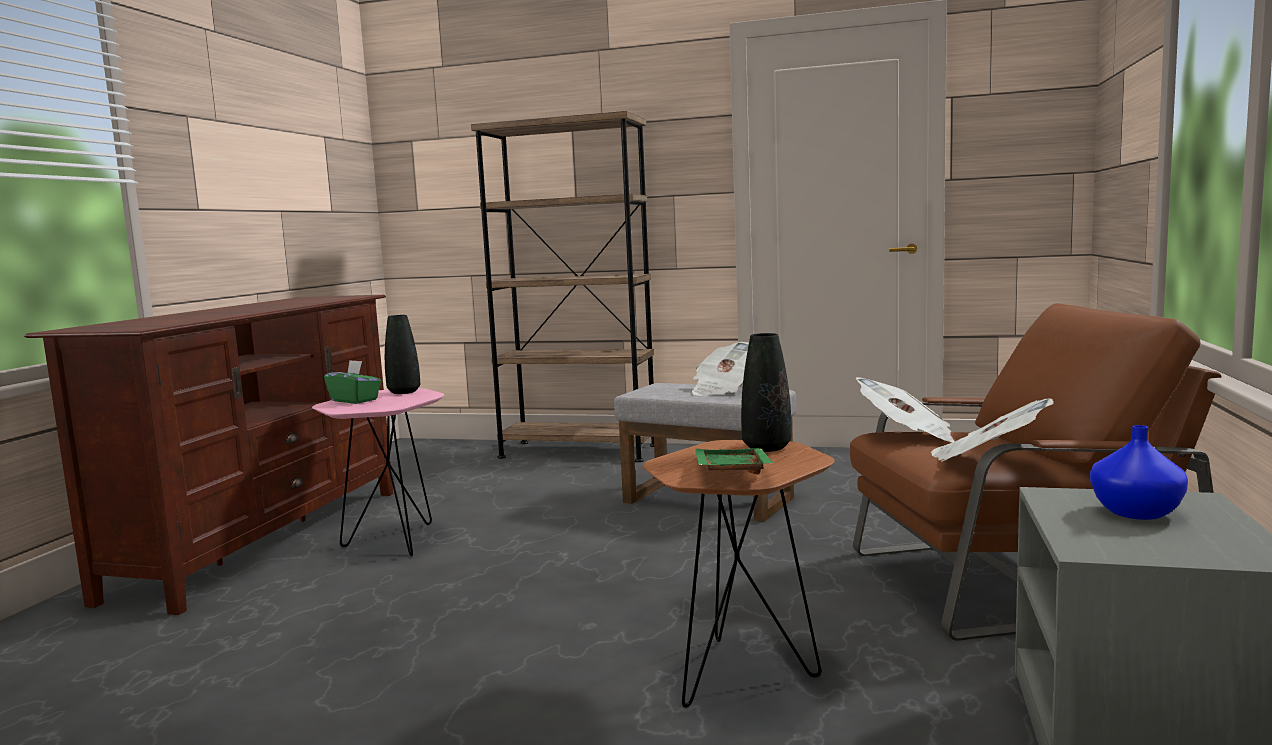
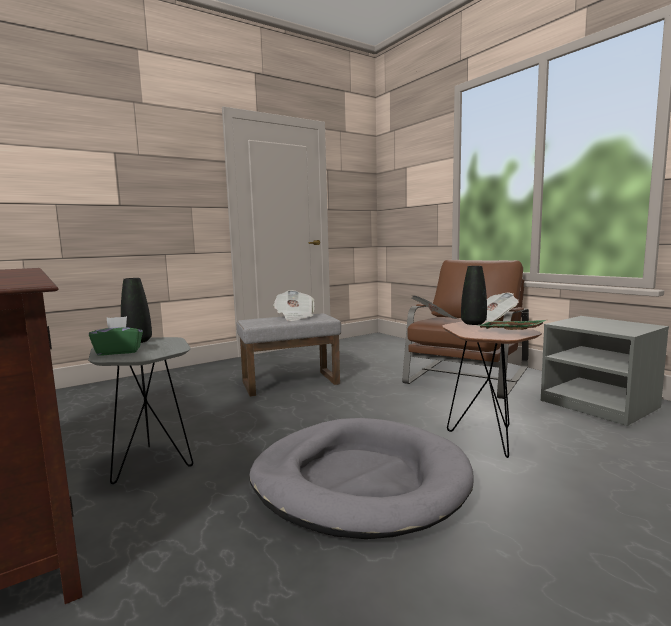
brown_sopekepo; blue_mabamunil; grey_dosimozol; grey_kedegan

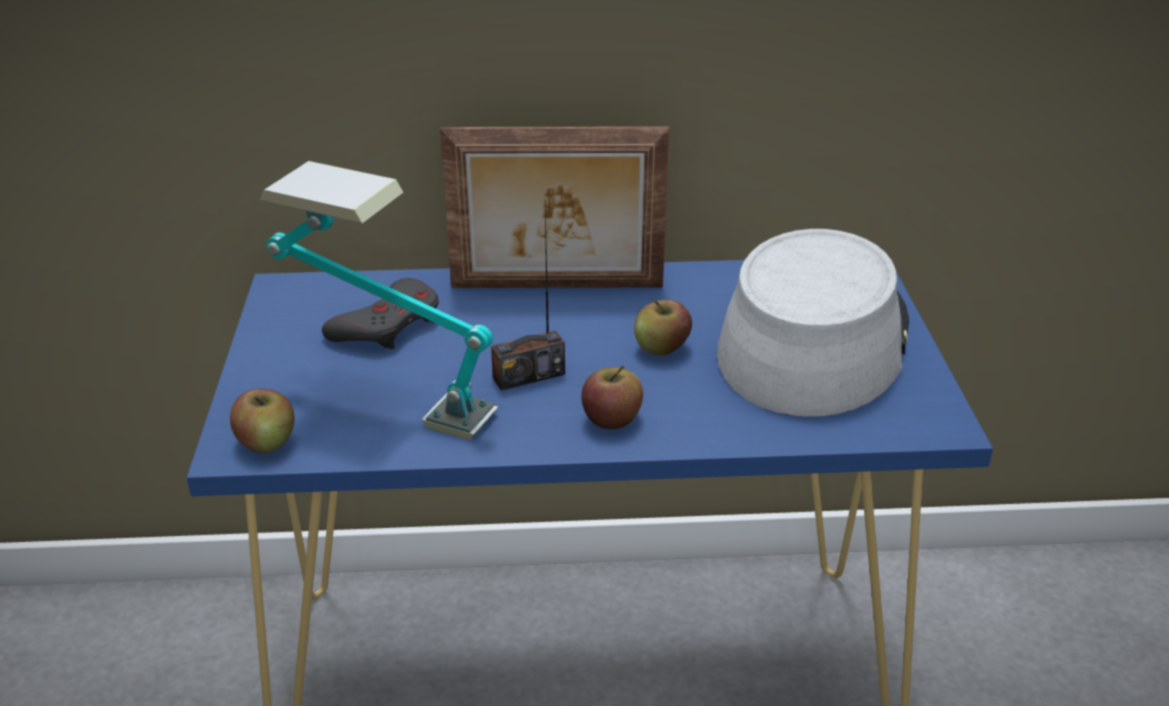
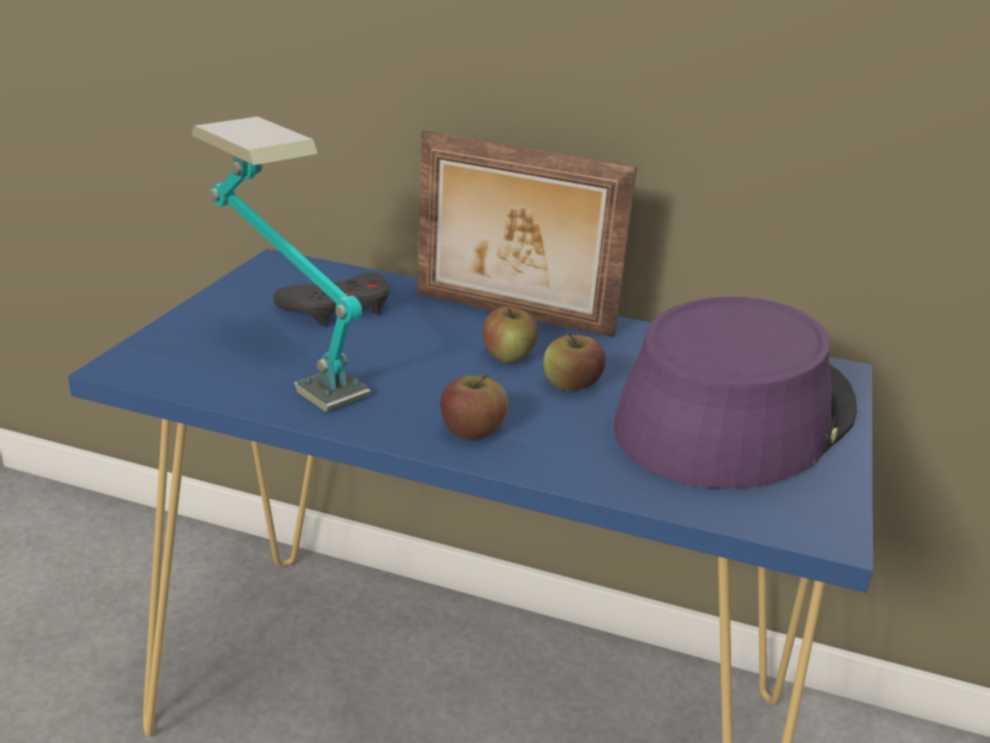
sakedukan; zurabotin (no. 2 from left); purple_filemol

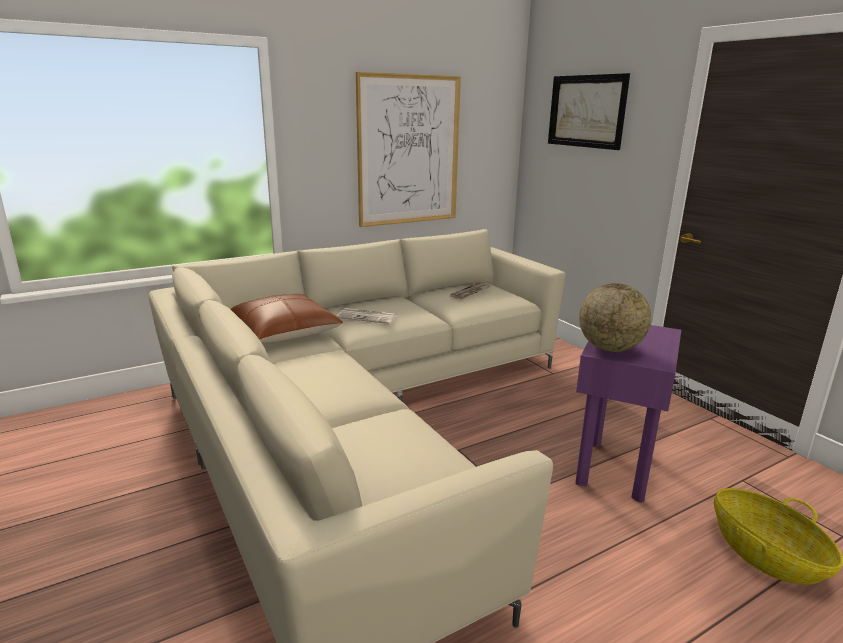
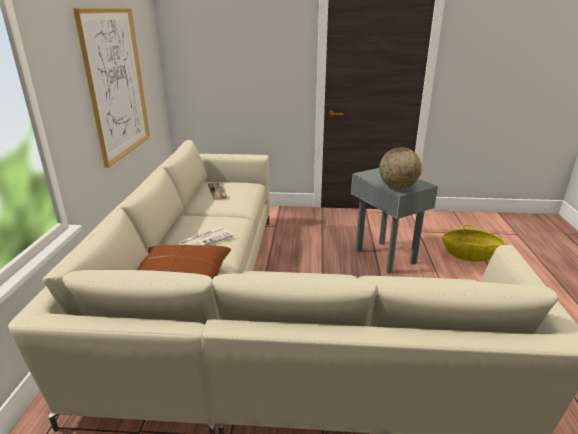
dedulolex (no. 2 from left in the first image); grey_kedegan

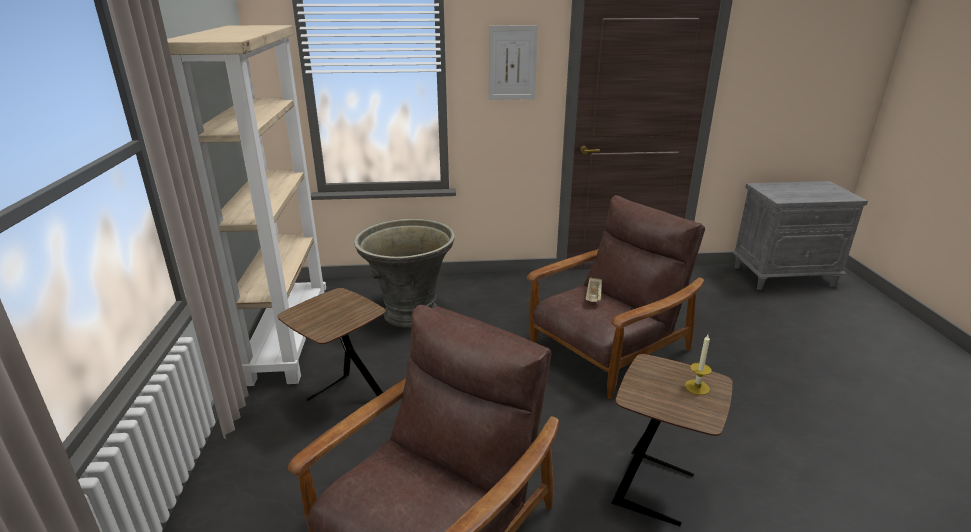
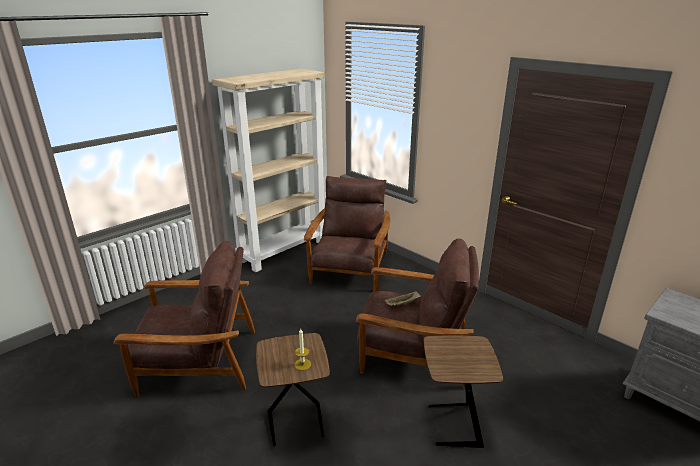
dedulolex; brown_kedegan (no. 2 from left); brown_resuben (no. 2 from left)

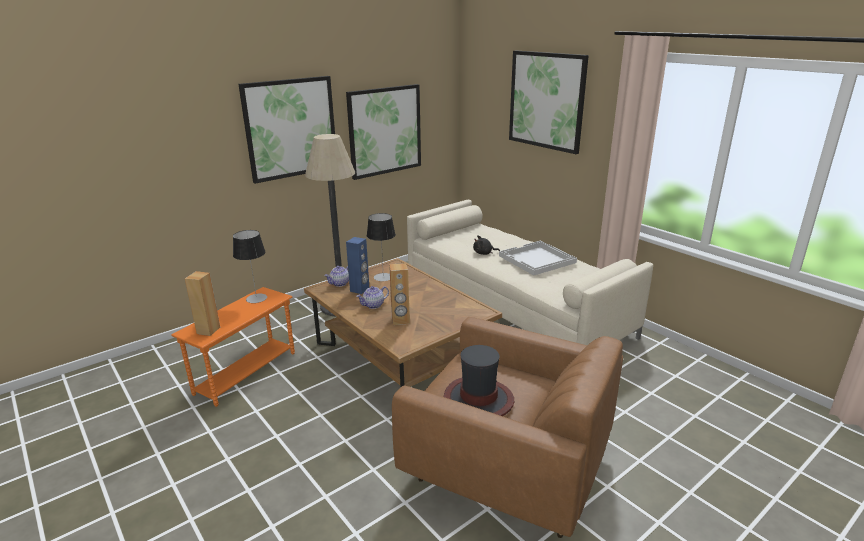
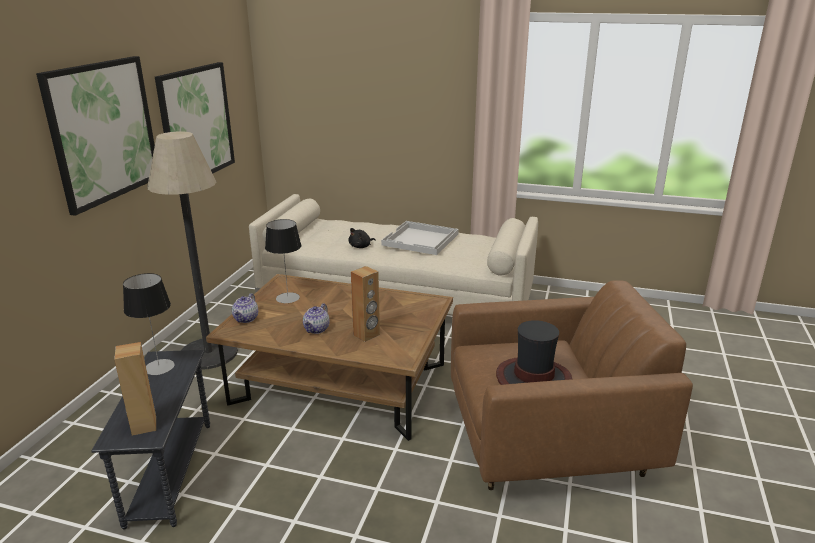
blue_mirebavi; dedulolex (no. 3 from left in the first image); grey_kedegan

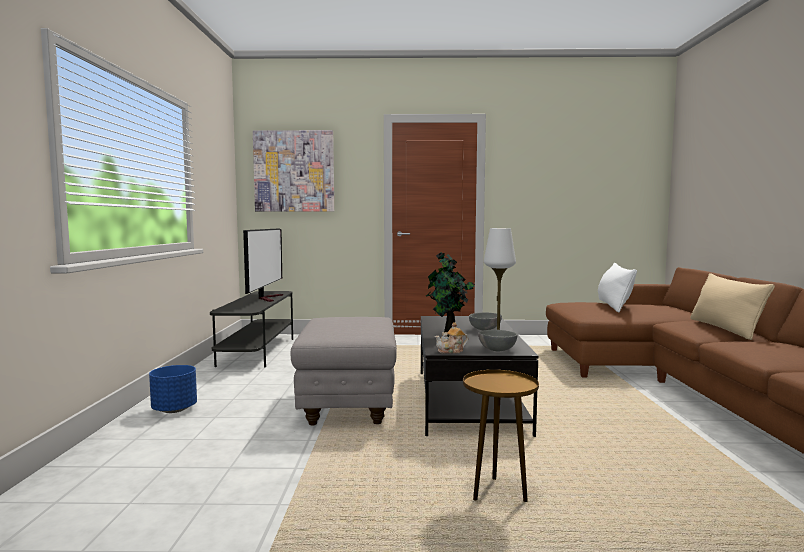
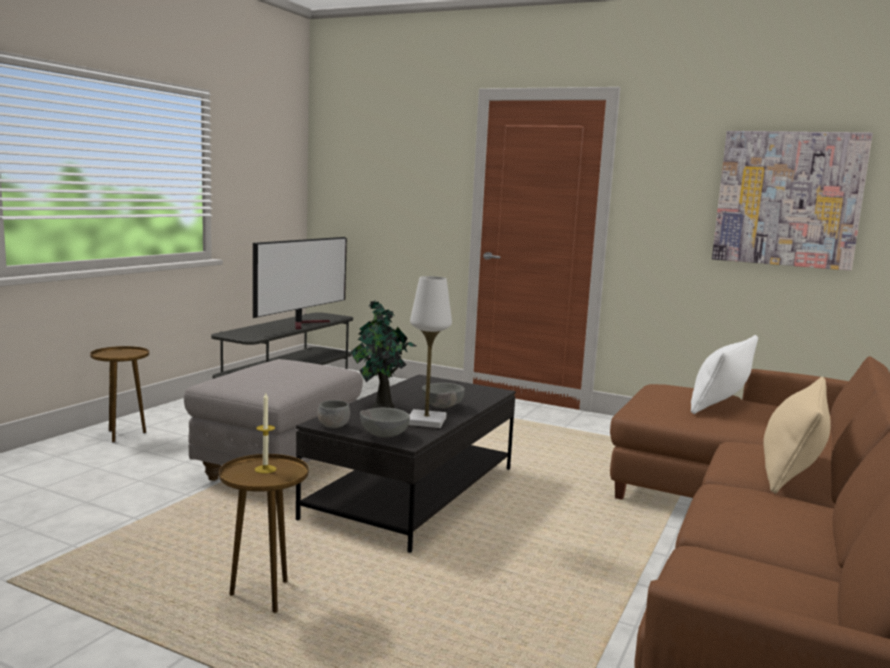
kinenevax; dedulolex; brown_kedegan (no. 1 from left); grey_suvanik (no. 1 from left)

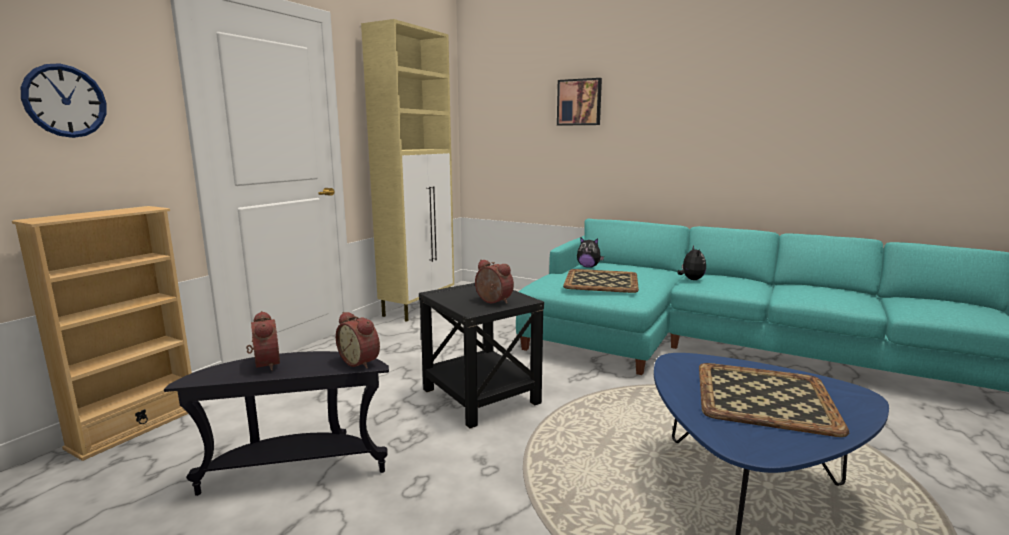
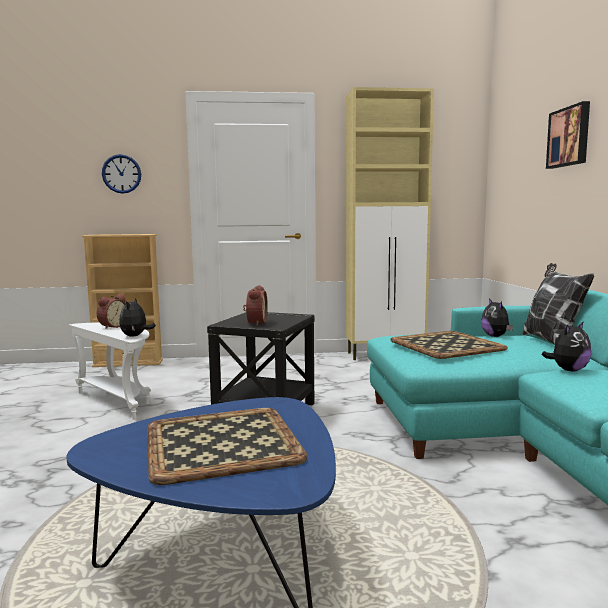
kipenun; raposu (no. 1 from left); white_kedegan

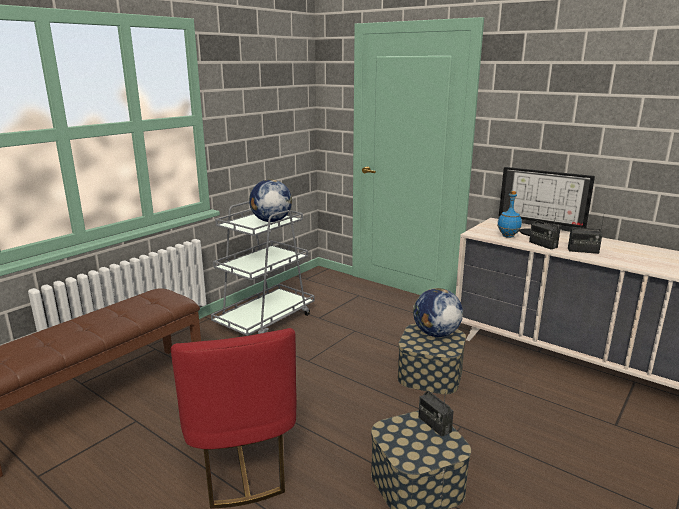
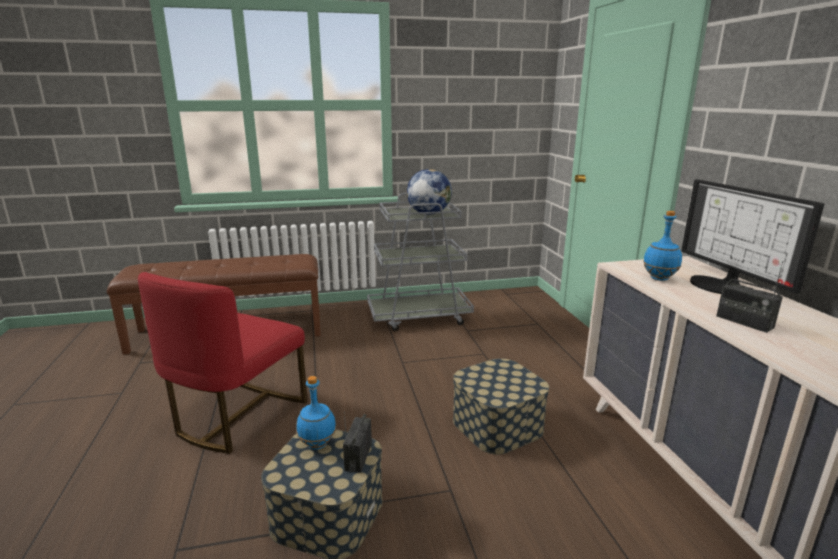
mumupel (no. 2 from left in the first image); sakedukan (no. 2 from left in the first image); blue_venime (no. 1 from left)

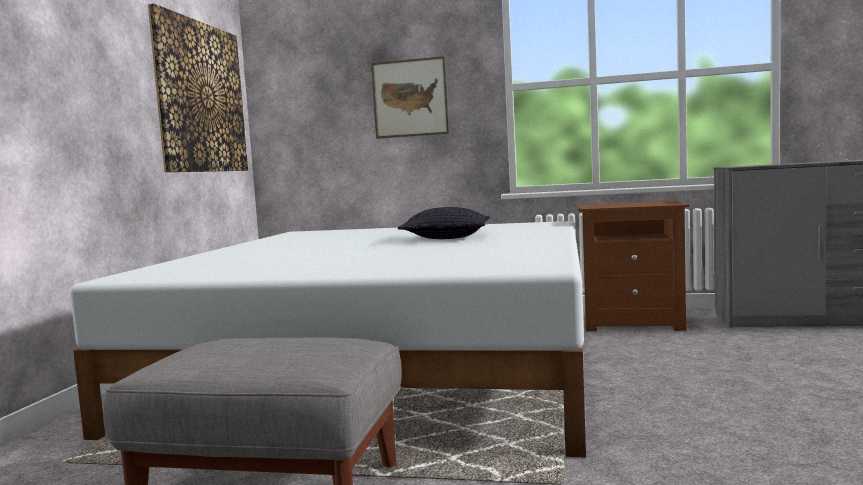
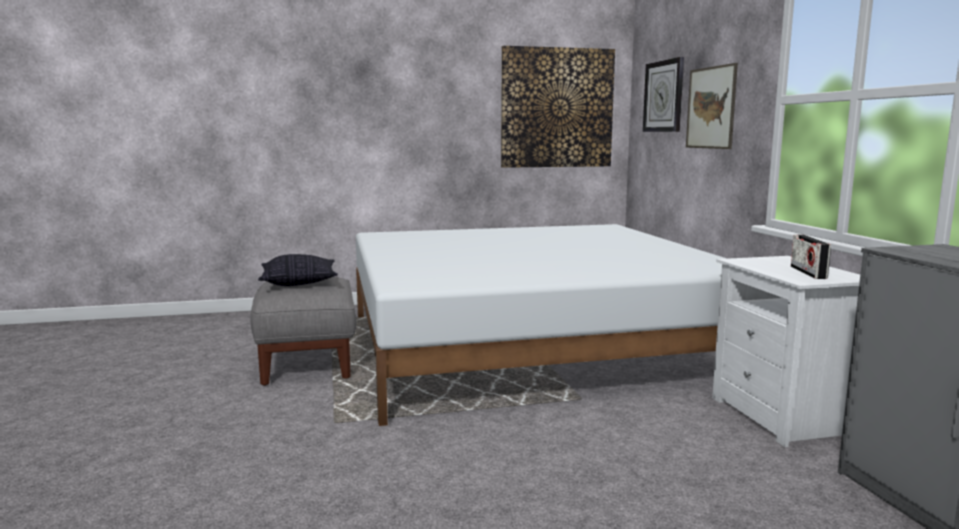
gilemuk; sakedukan; kipenun; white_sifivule

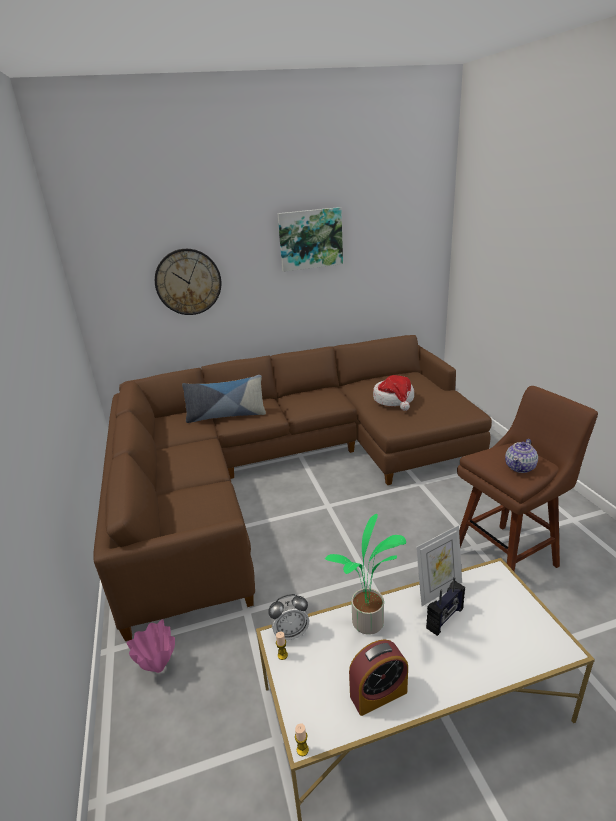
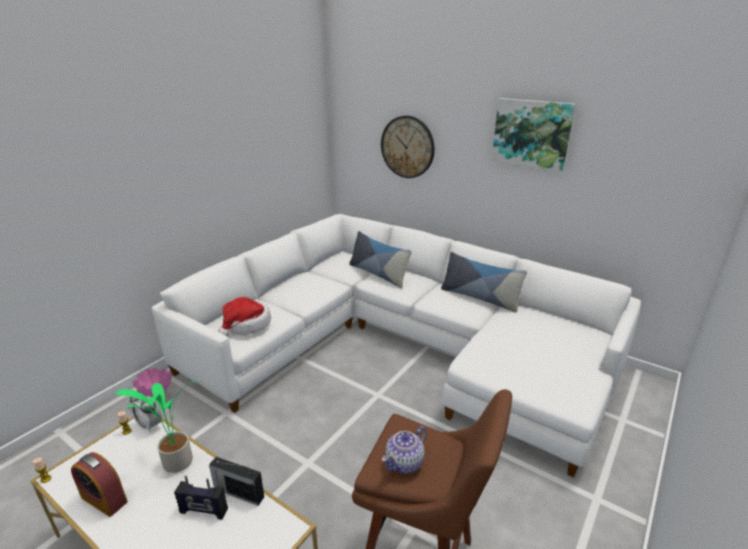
kipenun (no. 2 from left); filemol; sakedukan (no. 2 from left); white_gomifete; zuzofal

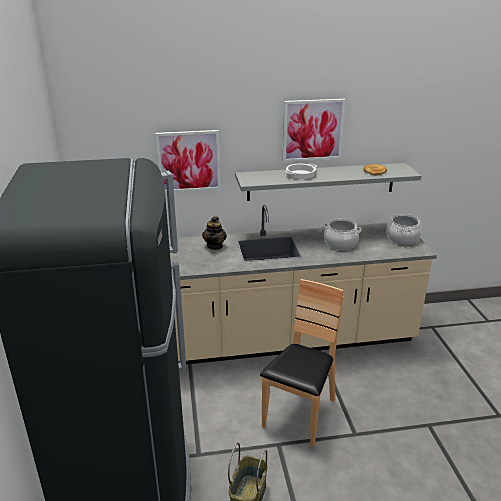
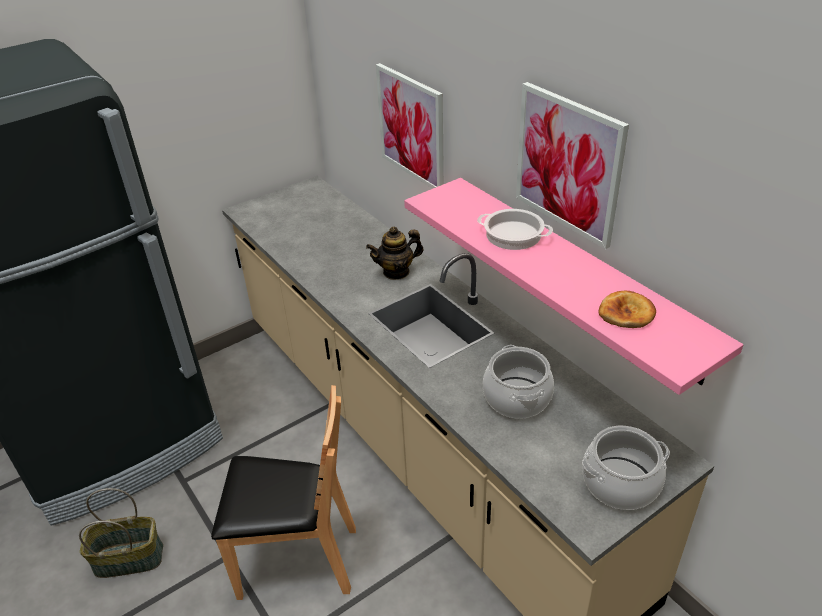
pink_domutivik

